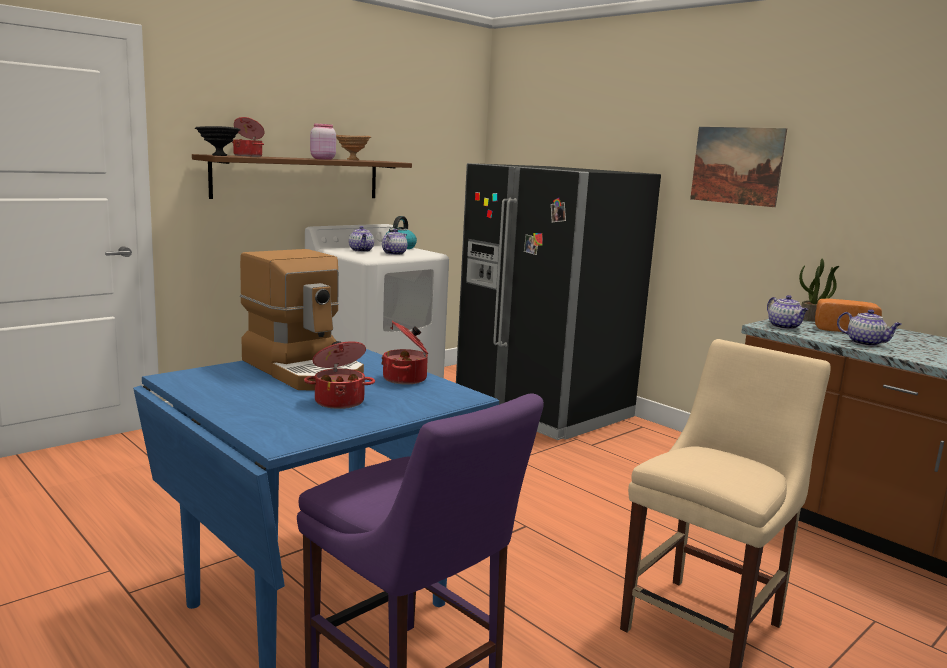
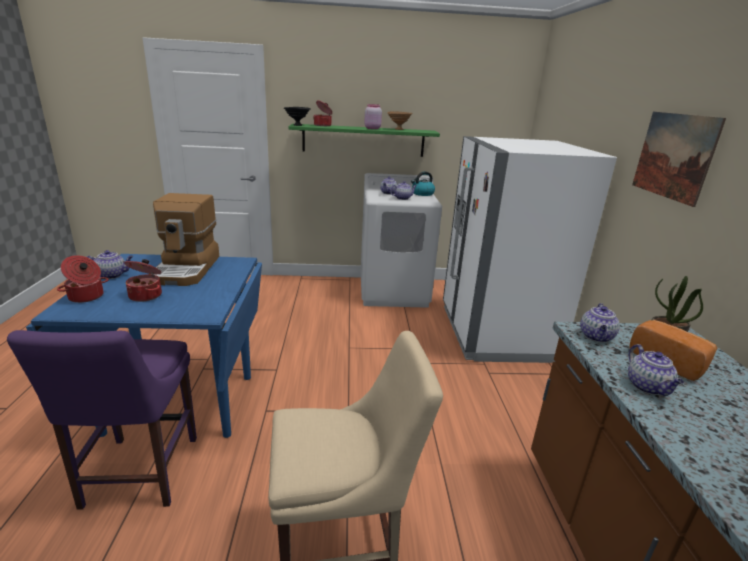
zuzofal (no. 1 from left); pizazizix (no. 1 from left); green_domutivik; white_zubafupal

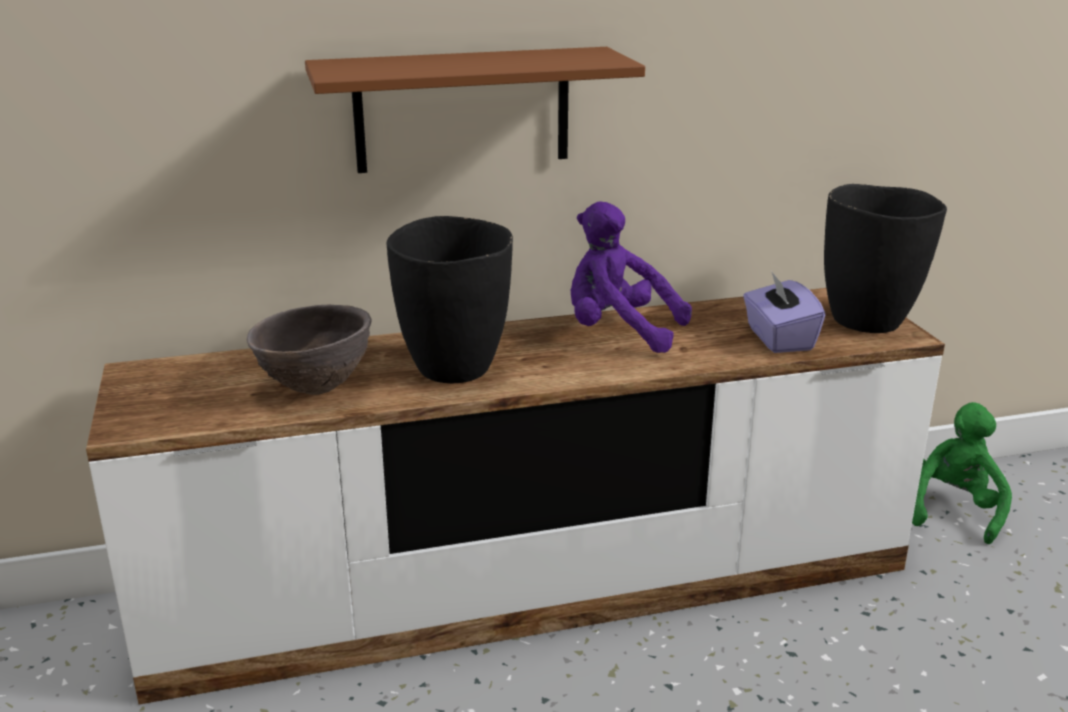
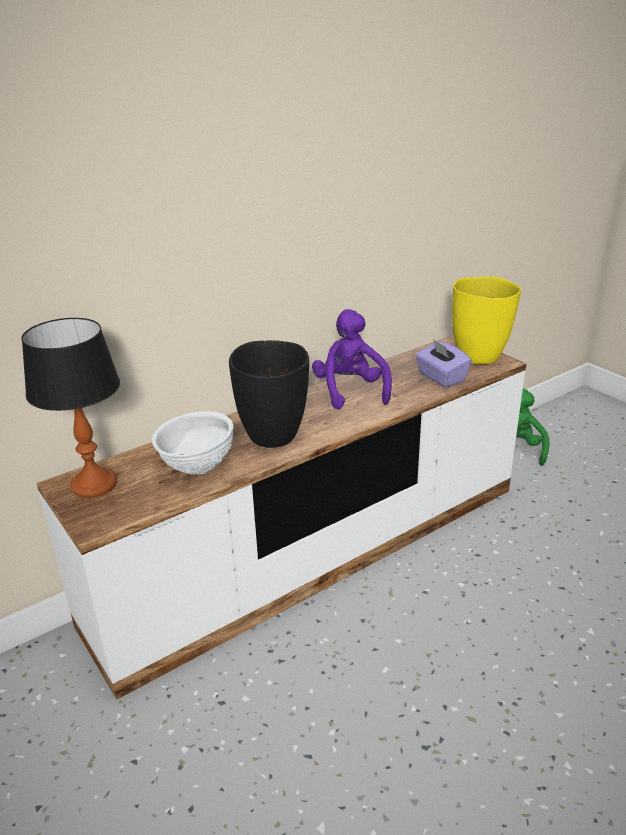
brown_domutivik; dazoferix; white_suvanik; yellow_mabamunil; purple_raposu

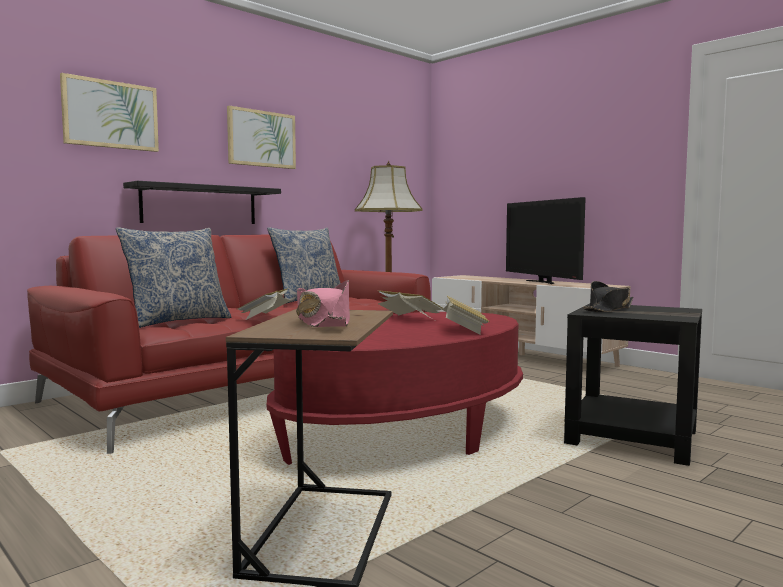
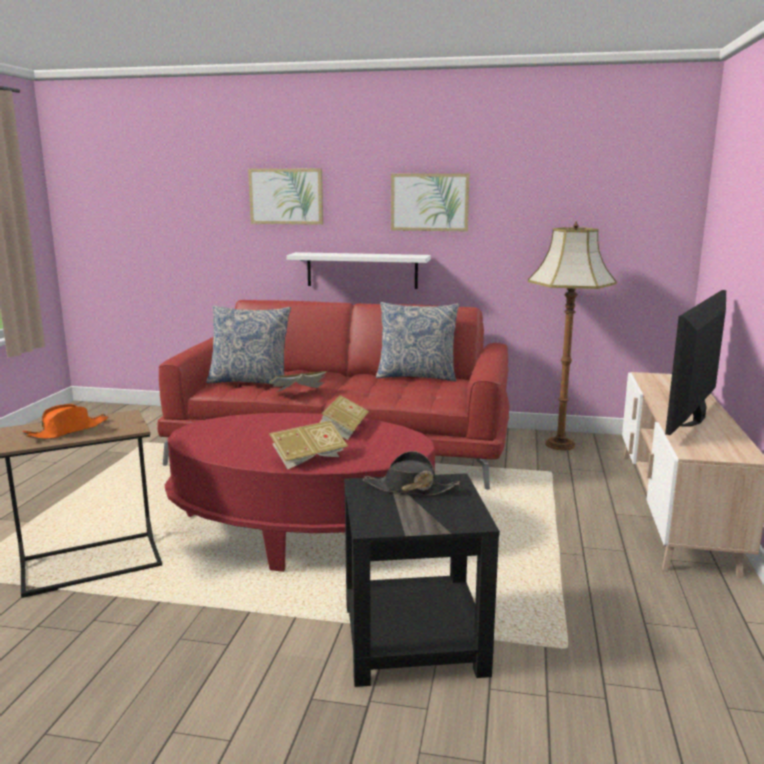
white_domutivik; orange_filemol

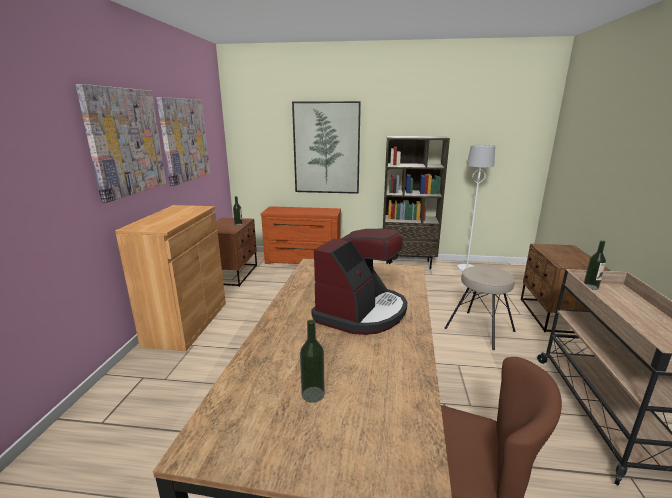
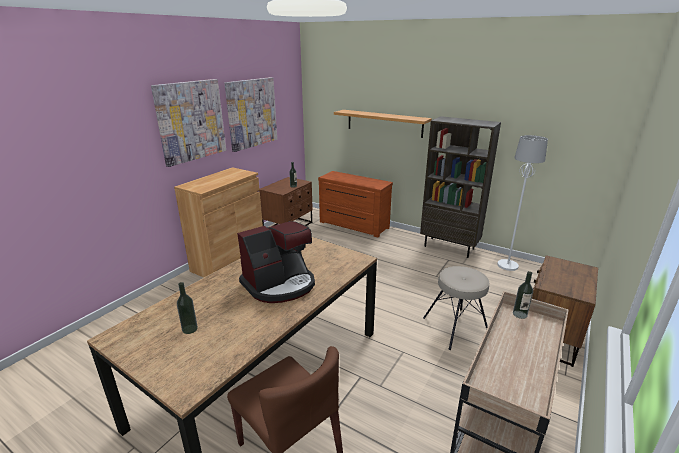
domutivik

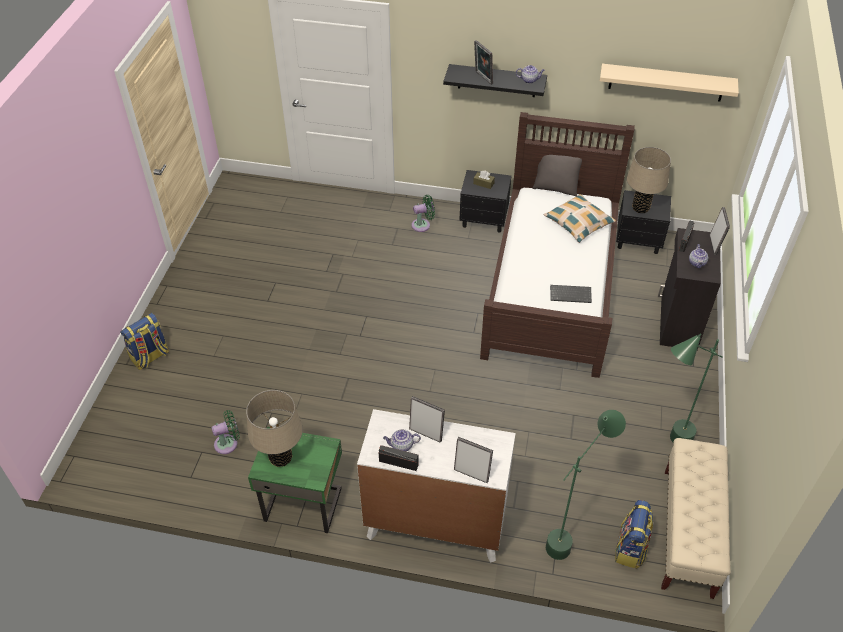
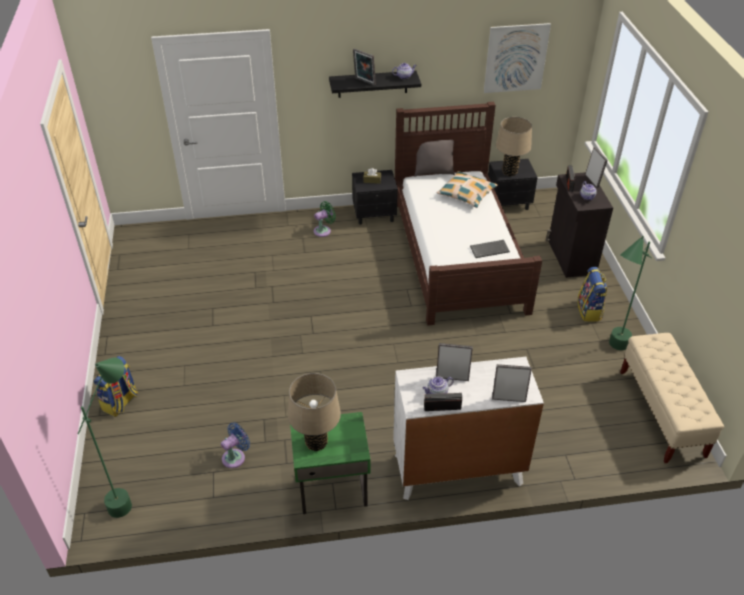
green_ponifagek (no. 1 from left); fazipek (no. 2 from left); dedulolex; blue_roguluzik

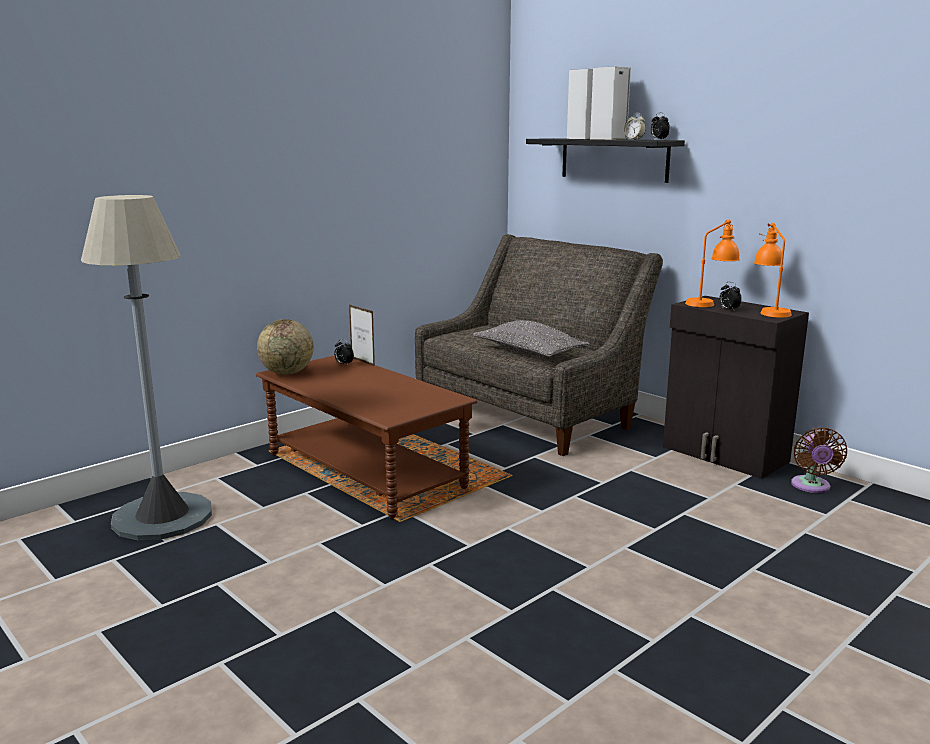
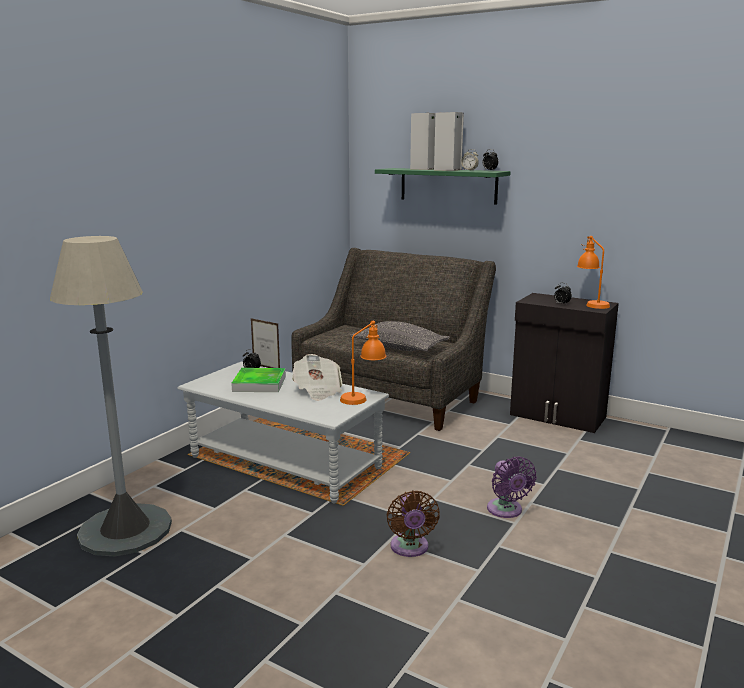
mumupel; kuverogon; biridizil; purple_roguluzik; orange_dazoferix (no. 1 from left); brown_roguluzik; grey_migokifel; green_domutivik

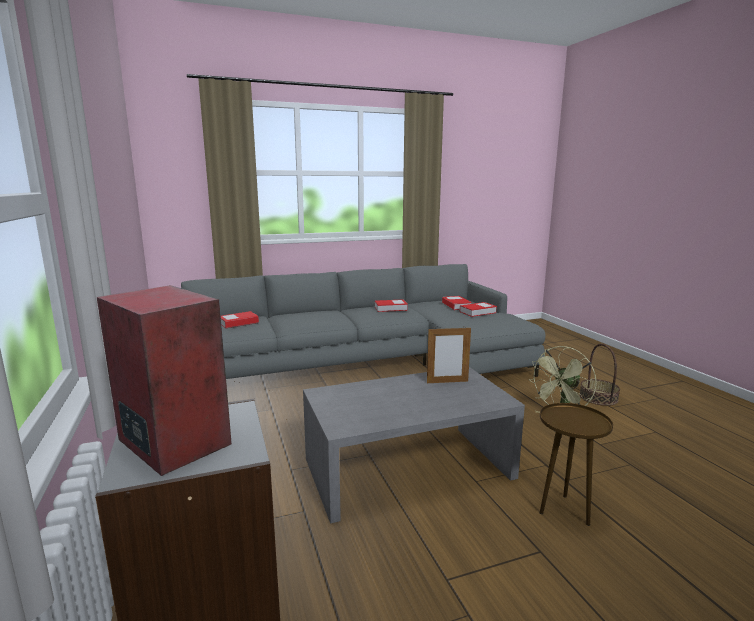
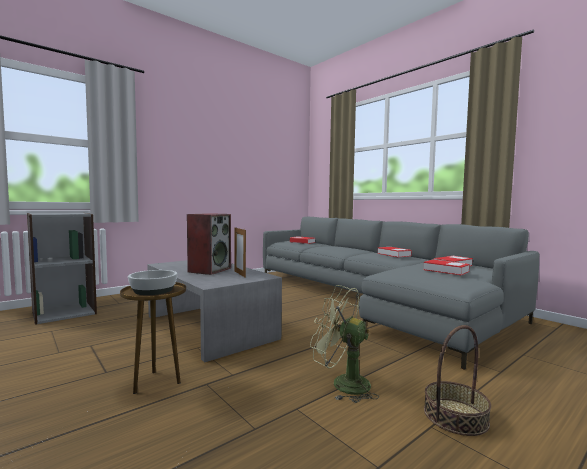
suvanik; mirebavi

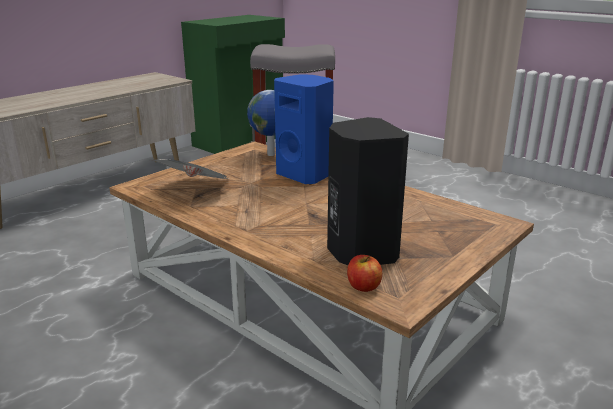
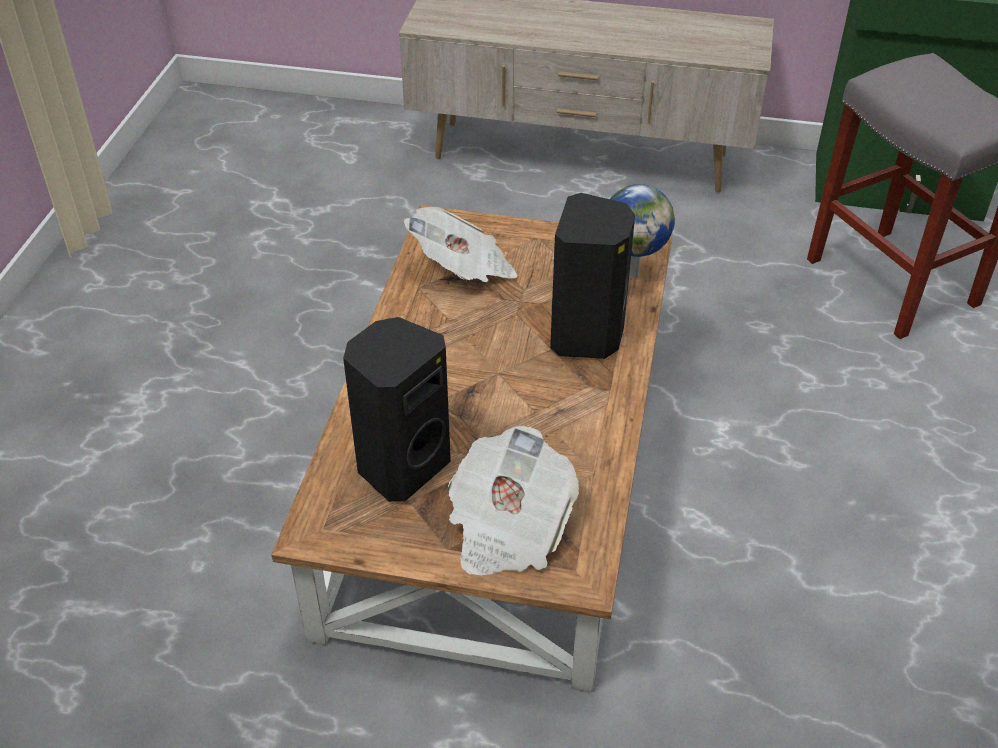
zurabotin; biridizil (no. 2 from left); black_mirebavi (no. 2 from left)

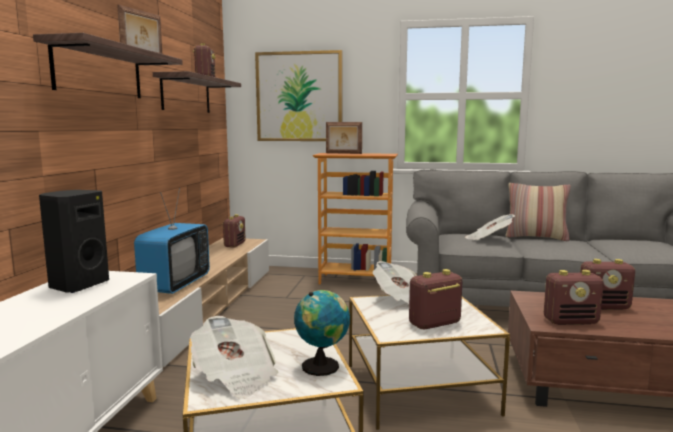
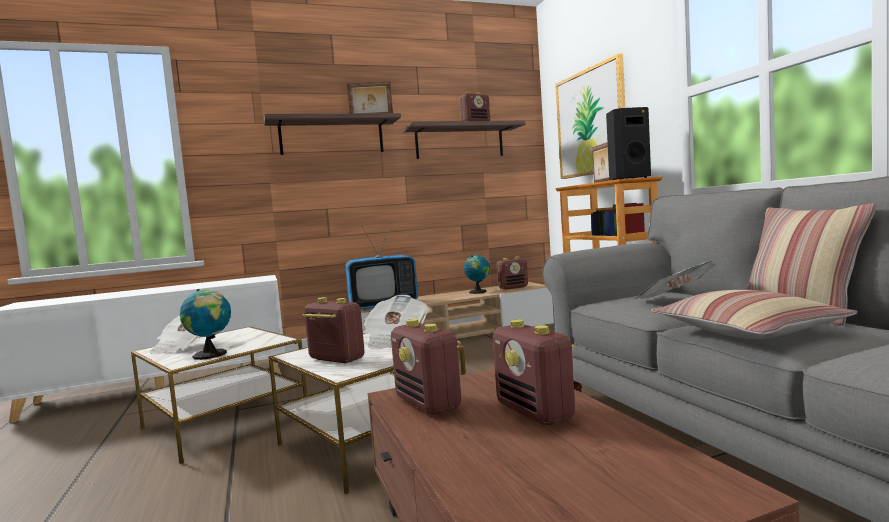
mumupel (no. 2 from left); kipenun (no. 1 from left); black_mirebavi

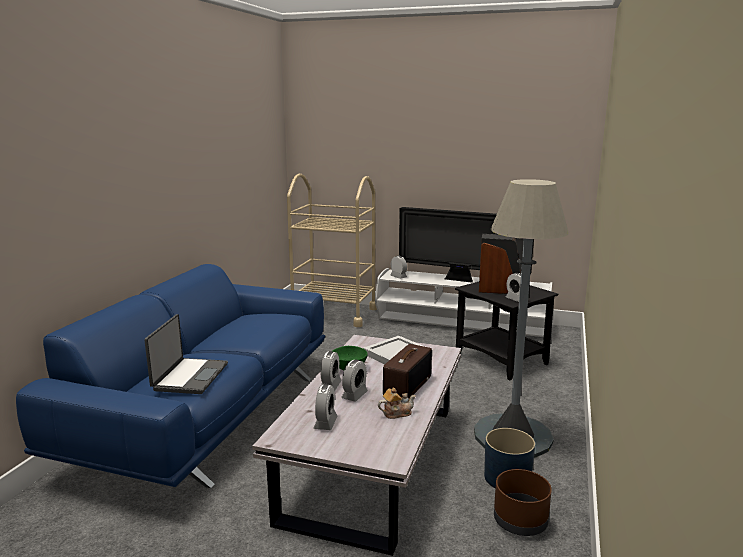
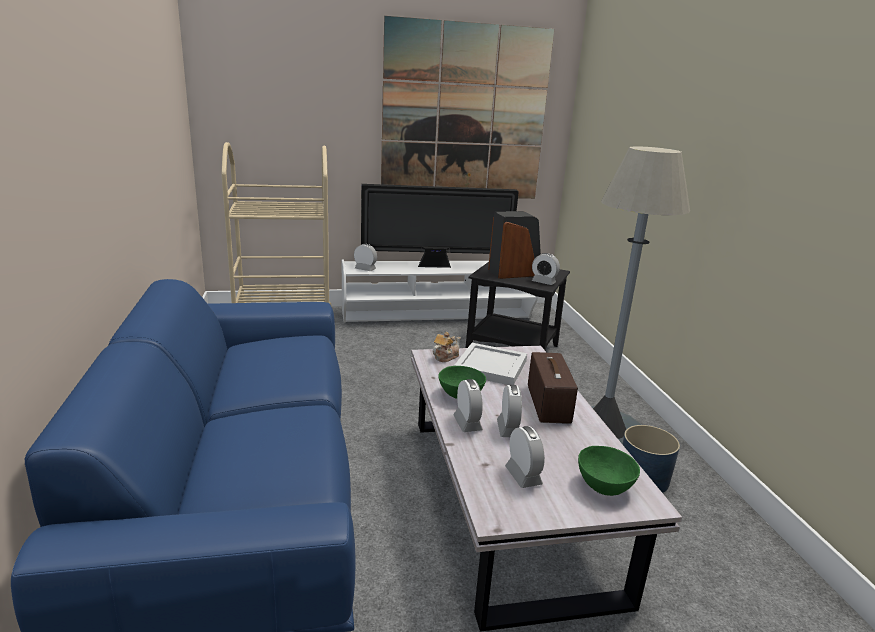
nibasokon; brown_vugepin; dedulolex; green_suvanik (no. 2 from left); zuzofal

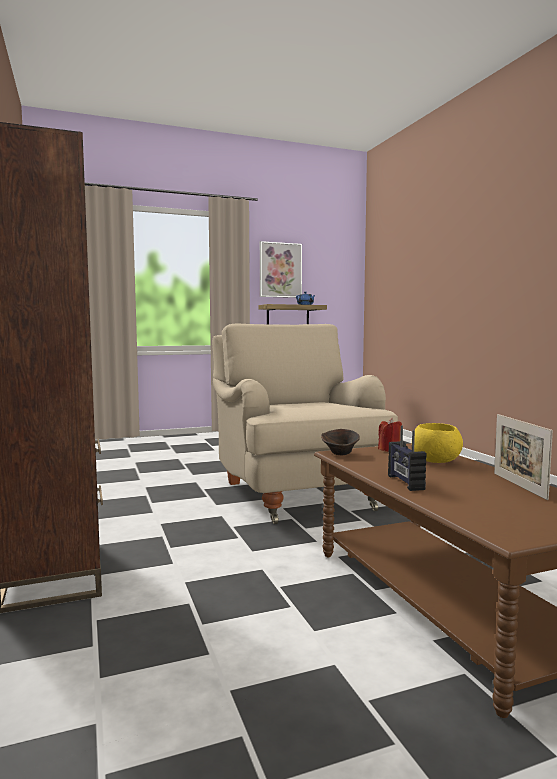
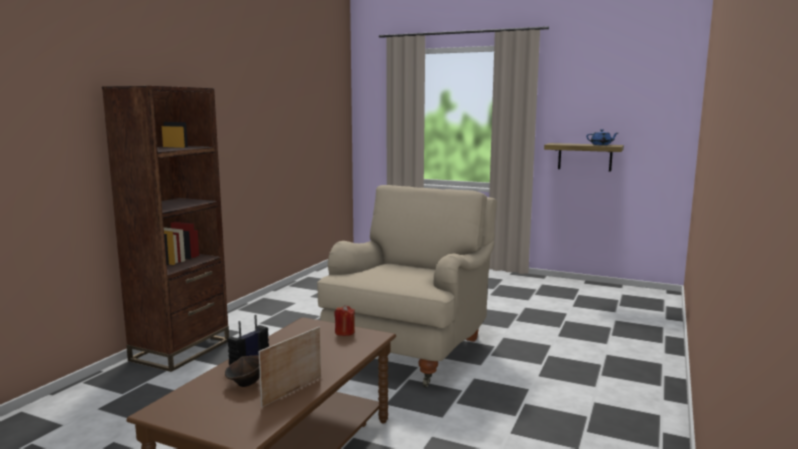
dedulolex; yellow_suvanik; brown_suvanik

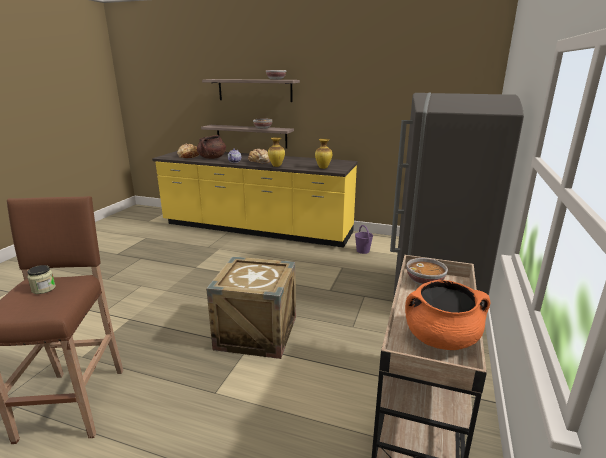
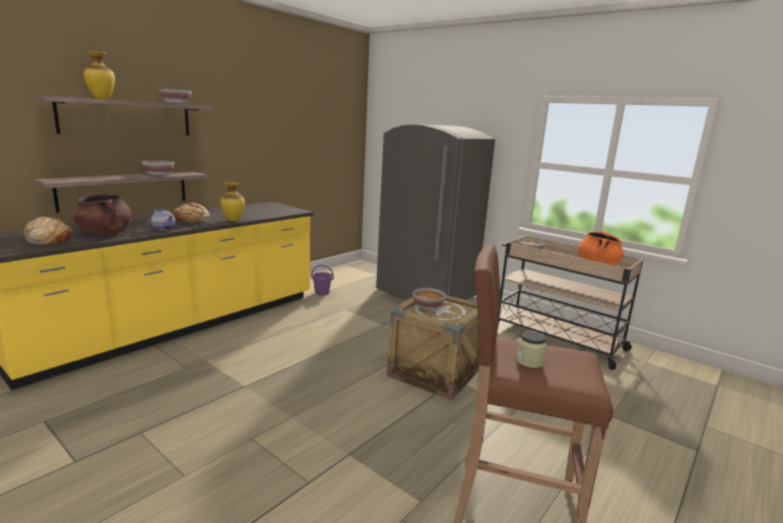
suvanik (no. 3 from left); mabamunil (no. 1 from left)

